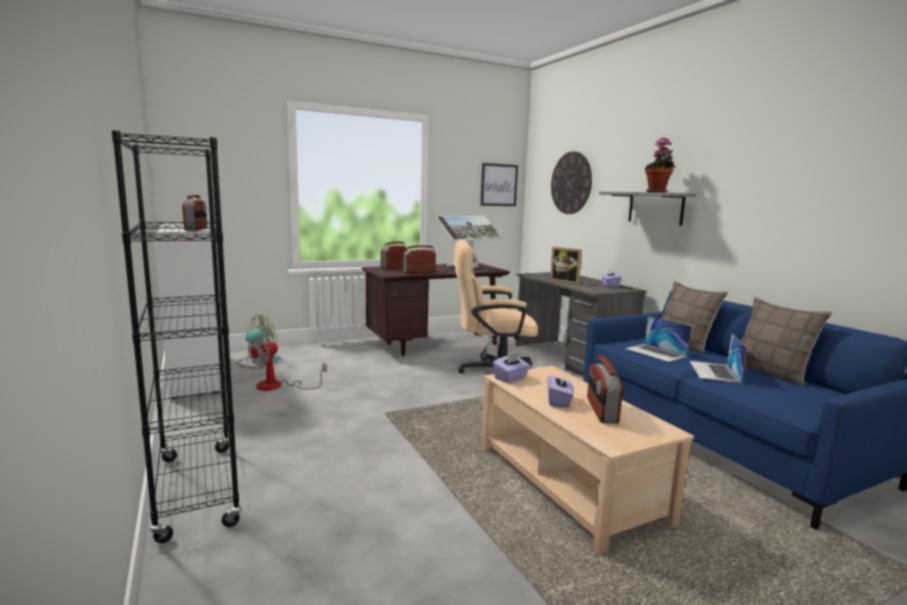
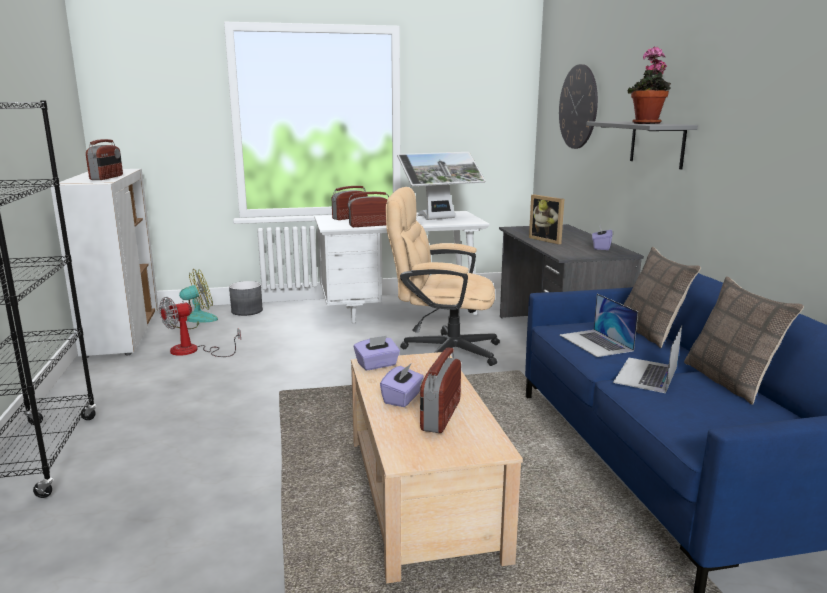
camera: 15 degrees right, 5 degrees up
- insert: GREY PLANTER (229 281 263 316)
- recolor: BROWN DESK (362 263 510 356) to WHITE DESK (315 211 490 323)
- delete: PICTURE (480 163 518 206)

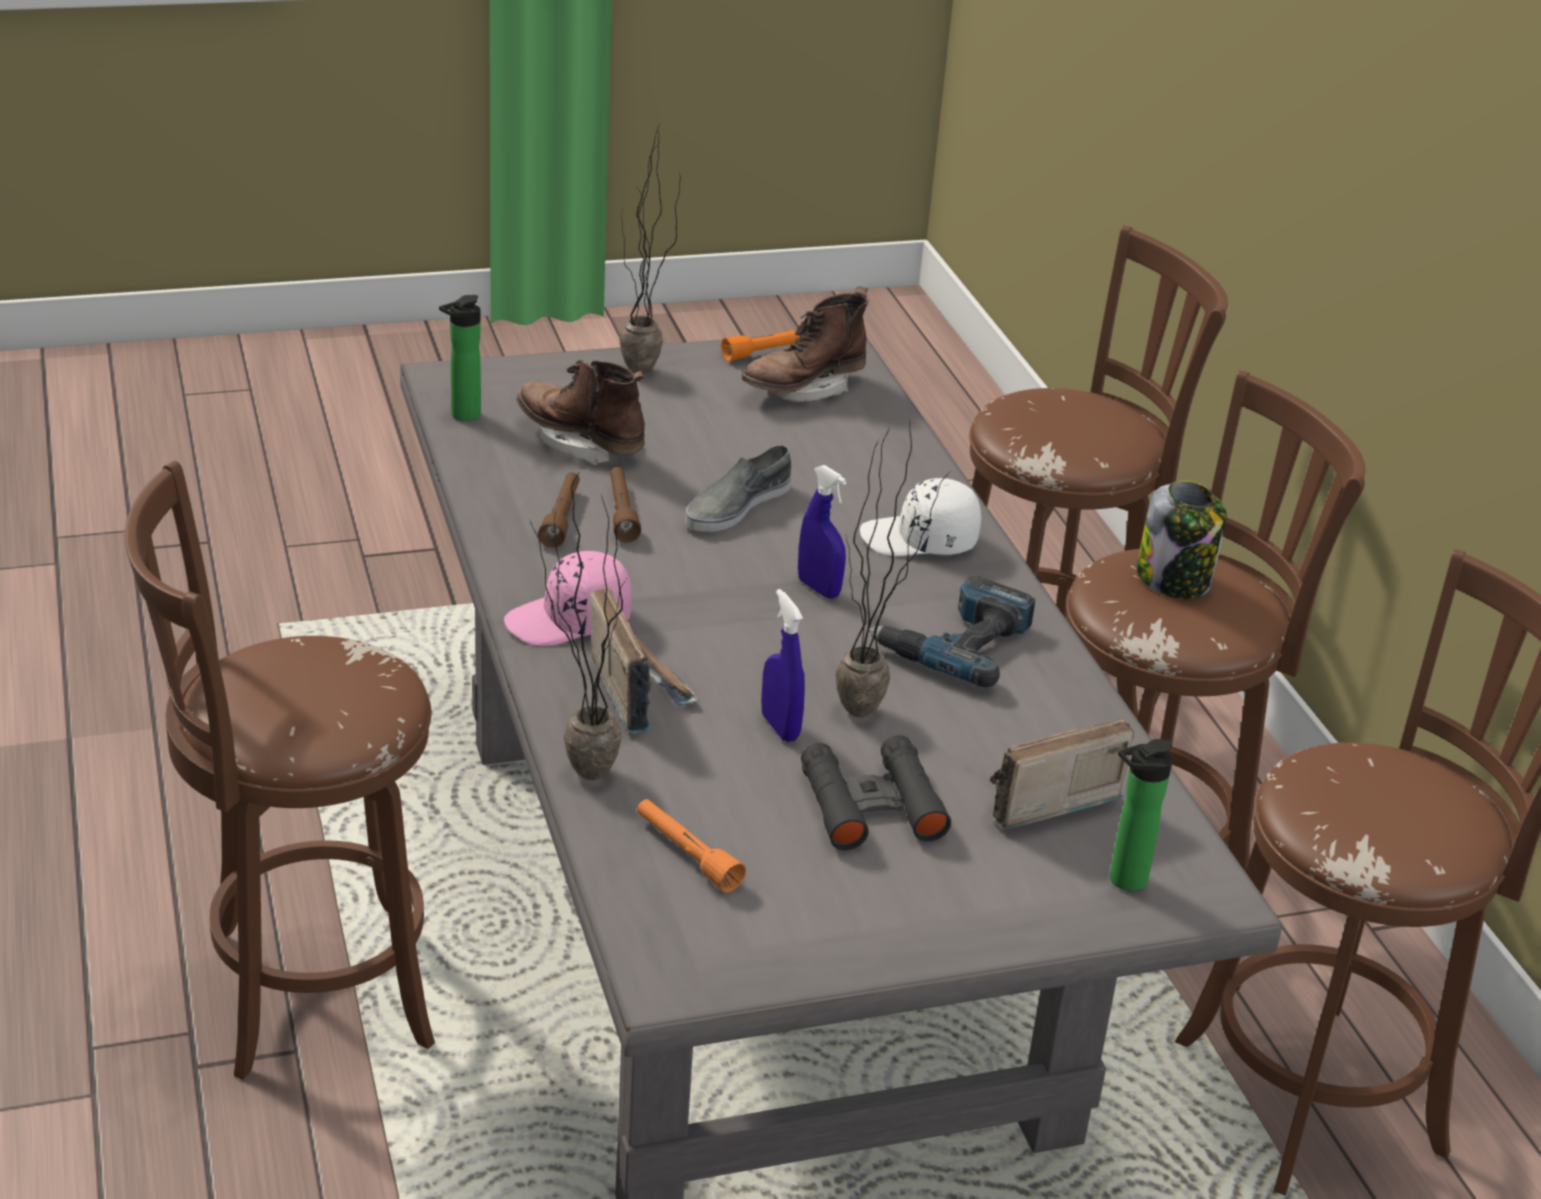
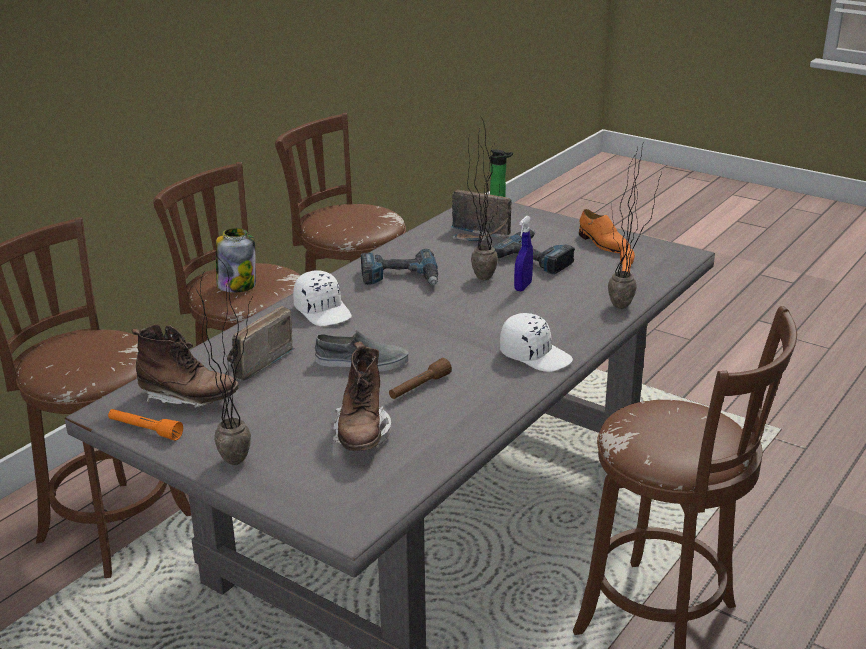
camera: 125 degrees left, 5 degrees down
- move: RADIO (590 586 700 734) to (227 306 294 381)
- replace: BLACK BINOCULARS (801 735 951 850) to POWER DRILL (493 229 575 274)
- recolor: PINK CAP (504 551 632 646) to WHITE CAP (500 313 573 372)
- insert: ORANGE SHOE (579 209 630 253)
- delete: BOTTLE (439 295 481 421)
- delete: BROWN FLASHLIGHT (538 472 580 548)
- delete: BLUE SPRAY BOTTLE (798 465 847 599)

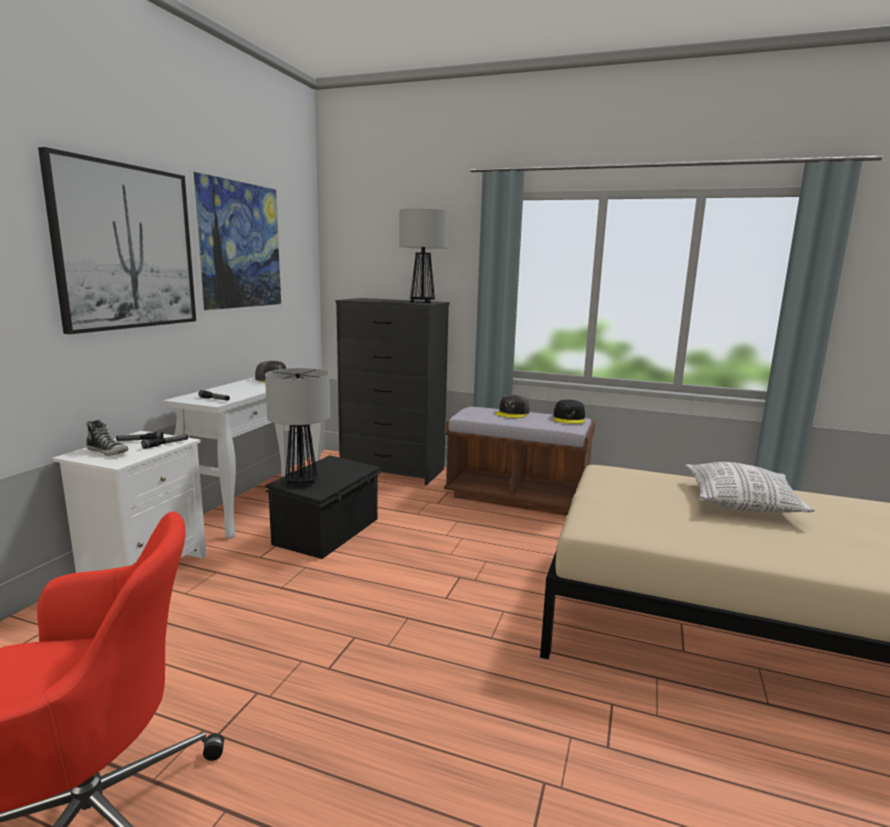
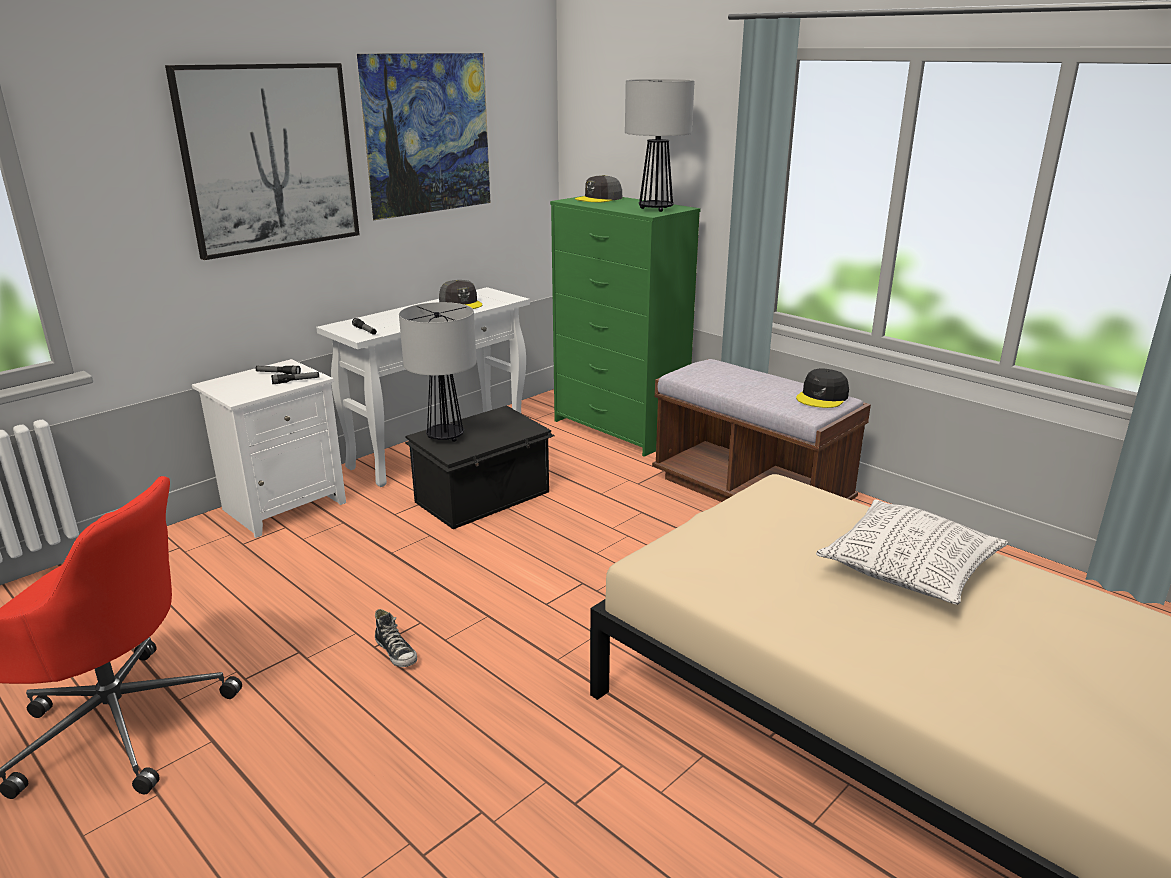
camera: 25 degrees right, 10 degrees up
- move: SHOE (86 420 128 456) to (375 609 417 667)
- recolor: BLACK DRESSER (336 298 449 486) to GREEN DRESSER (550 196 701 457)
- move: GREY CAP (496 395 530 418) to (575 175 623 202)

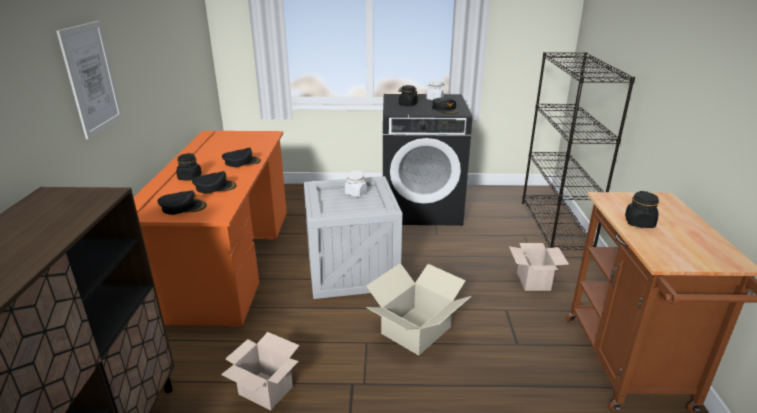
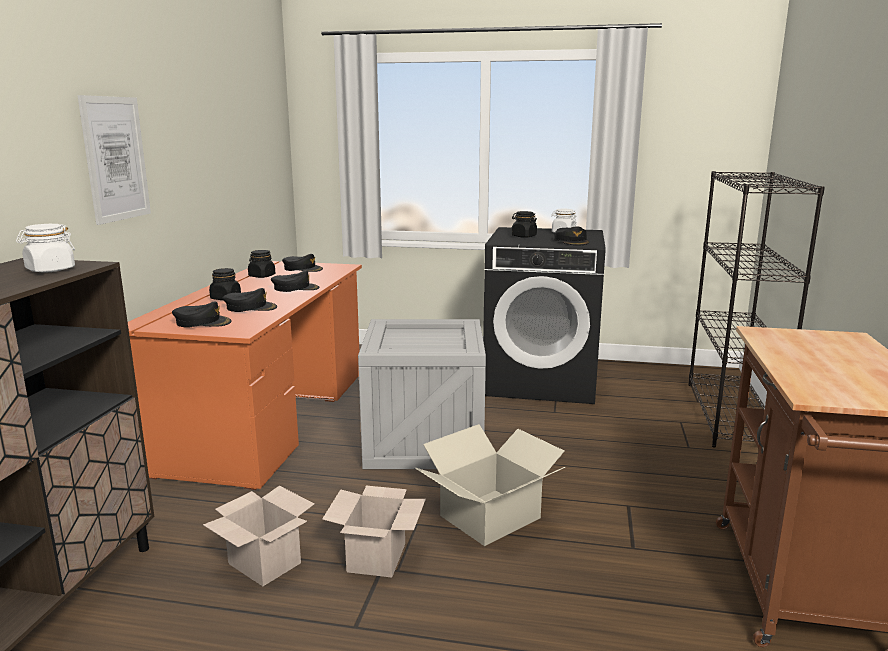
camera: 10 degrees right, 10 degrees down
- move: WHITE JAR (345 171 367 197) to (16 224 75 273)
- move: BLACK JAR (625 191 659 228) to (248 250 275 278)
- insert: BLACK CAP (282 254 323 272)
- move: CARDBOARD BOX (509 243 569 291) to (322 486 426 577)

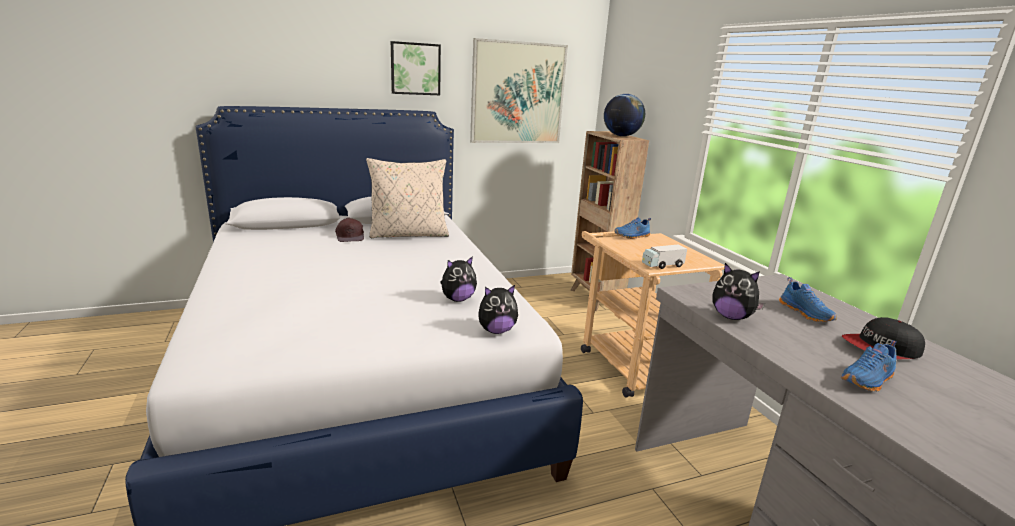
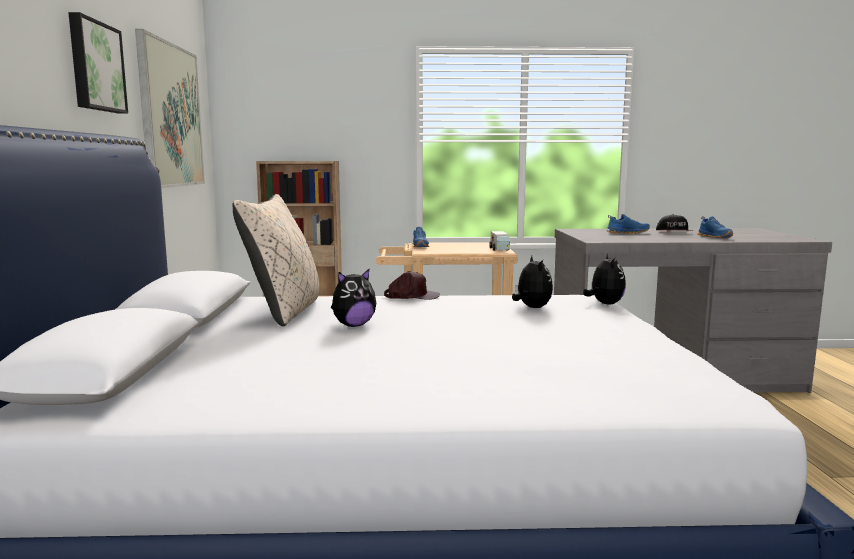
camera: 70 degrees left, 10 degrees down
- move: PLUSH TOY (712 263 765 320) to (331 269 376 327)
- move: BROWN CAP (335 217 364 242) to (384 271 440 300)
- delete: GLOBE (604 94 645 136)

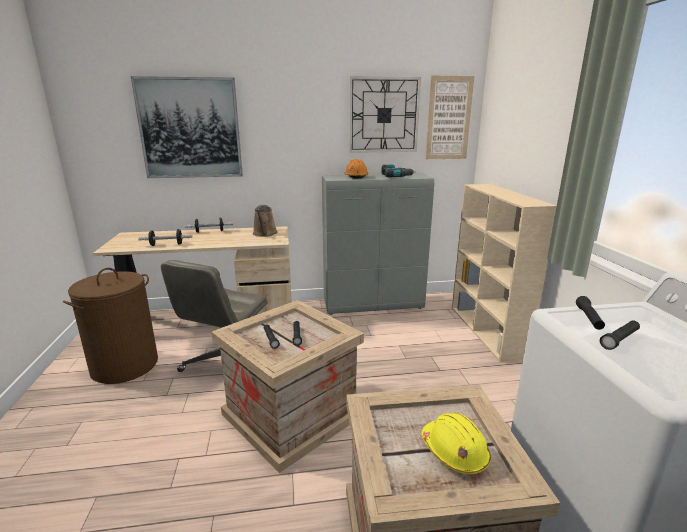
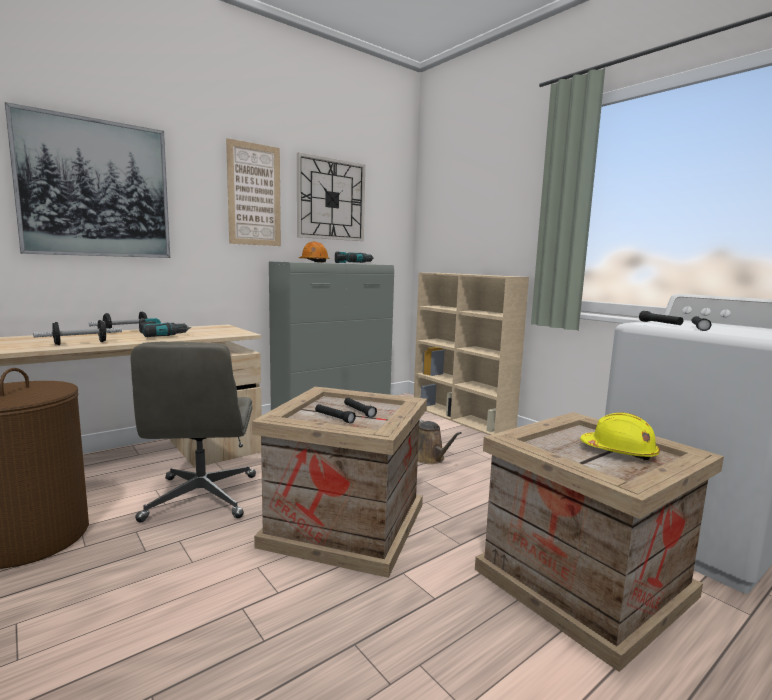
camera: 30 degrees left, 10 degrees down
- insert: POWER DRILL (139 318 191 337)
- move: PICTURE (425 75 474 159) to (226 138 281 246)
- move: BROWN WATERING CAN (253 205 278 237) to (418 420 462 464)

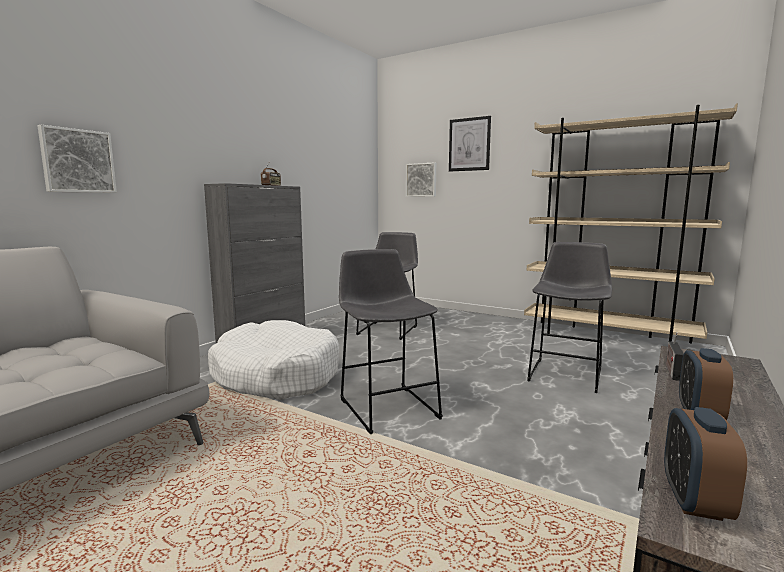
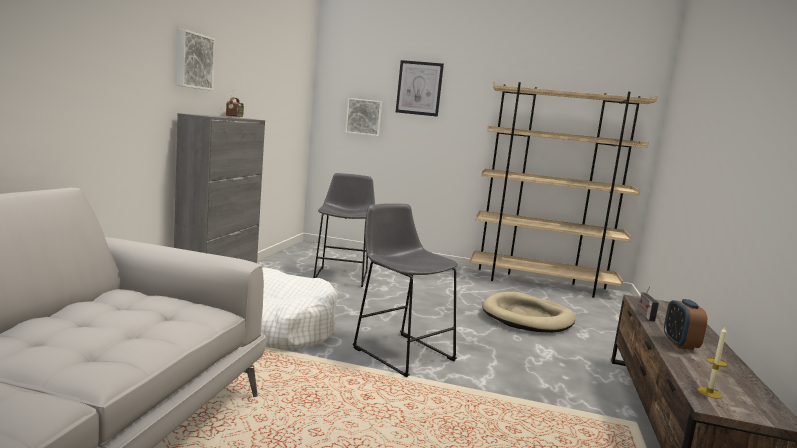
camera: 20 degrees left, 0 degrees up
- move: PICTURE (37 125 117 193) to (177 29 215 91)
- replace: GREY STOOL (527 242 612 393) to BEIGE DOG BED (482 292 576 333)
- replace: ALARM CLOCK (664 407 747 521) to CANDLE (698 327 728 399)

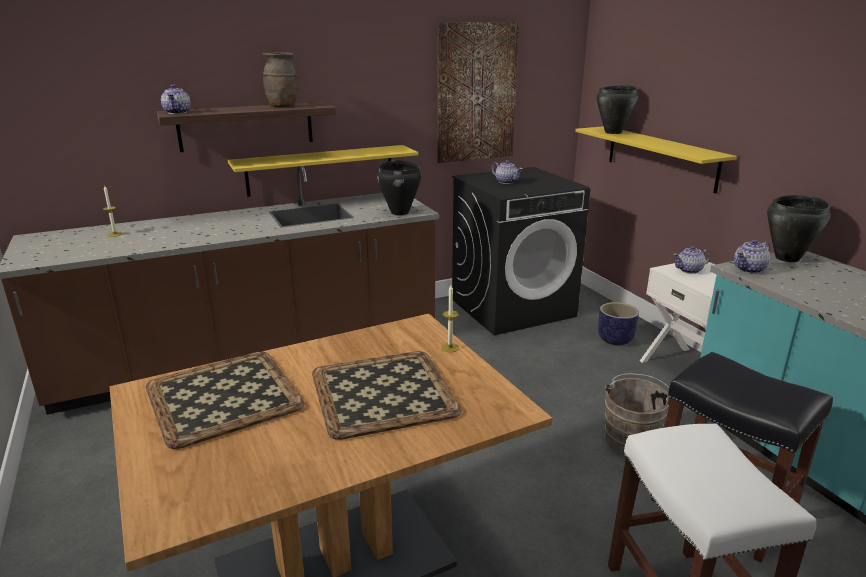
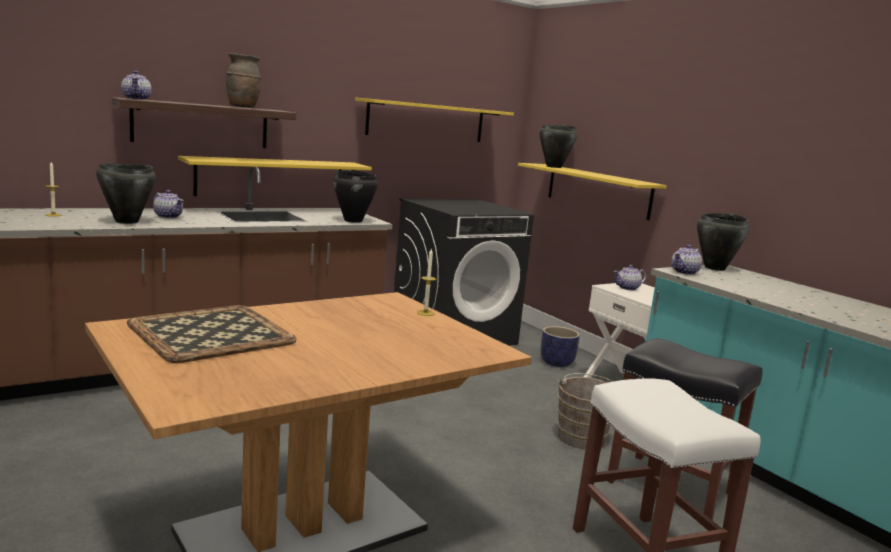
camera: 10 degrees left, 10 degrees down
- insert: BLACK COOKING POT (96 163 156 224)
- move: TEAPOT (491 160 523 184) to (153 190 183 218)
- replace: PICTURE (438 22 519 163) to YELLOW SHELF (355 98 514 142)
- delete: TRAY (312 351 462 440)

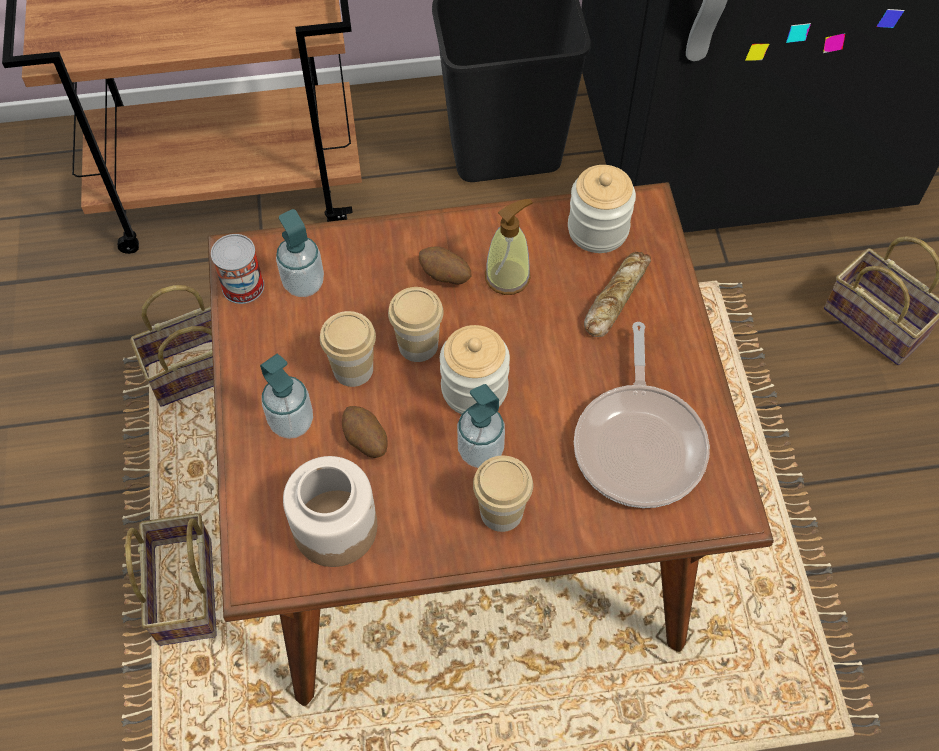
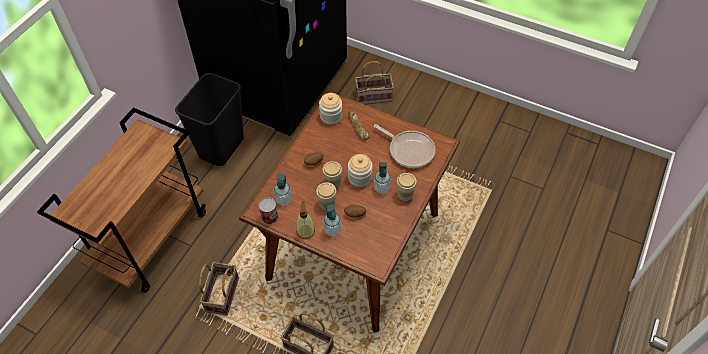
camera: 55 degrees left, 5 degrees down
- move: SOAP DISPENSER (485 199 533 295) to (297 201 315 239)
- delete: JAR (283 456 377 567)

